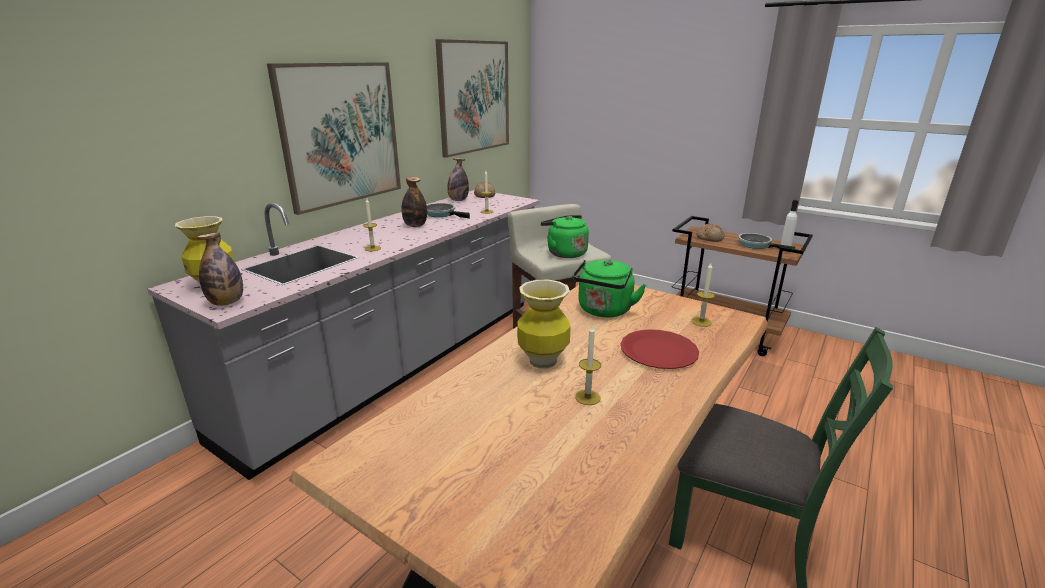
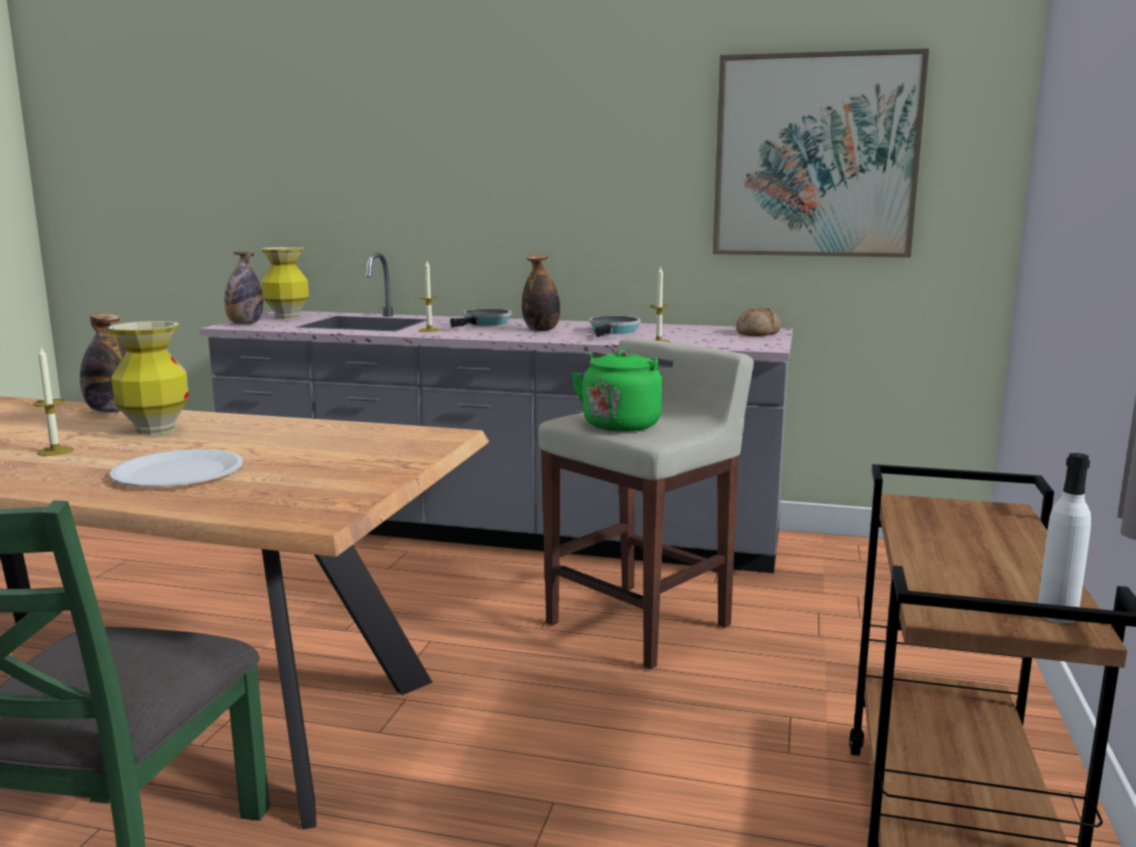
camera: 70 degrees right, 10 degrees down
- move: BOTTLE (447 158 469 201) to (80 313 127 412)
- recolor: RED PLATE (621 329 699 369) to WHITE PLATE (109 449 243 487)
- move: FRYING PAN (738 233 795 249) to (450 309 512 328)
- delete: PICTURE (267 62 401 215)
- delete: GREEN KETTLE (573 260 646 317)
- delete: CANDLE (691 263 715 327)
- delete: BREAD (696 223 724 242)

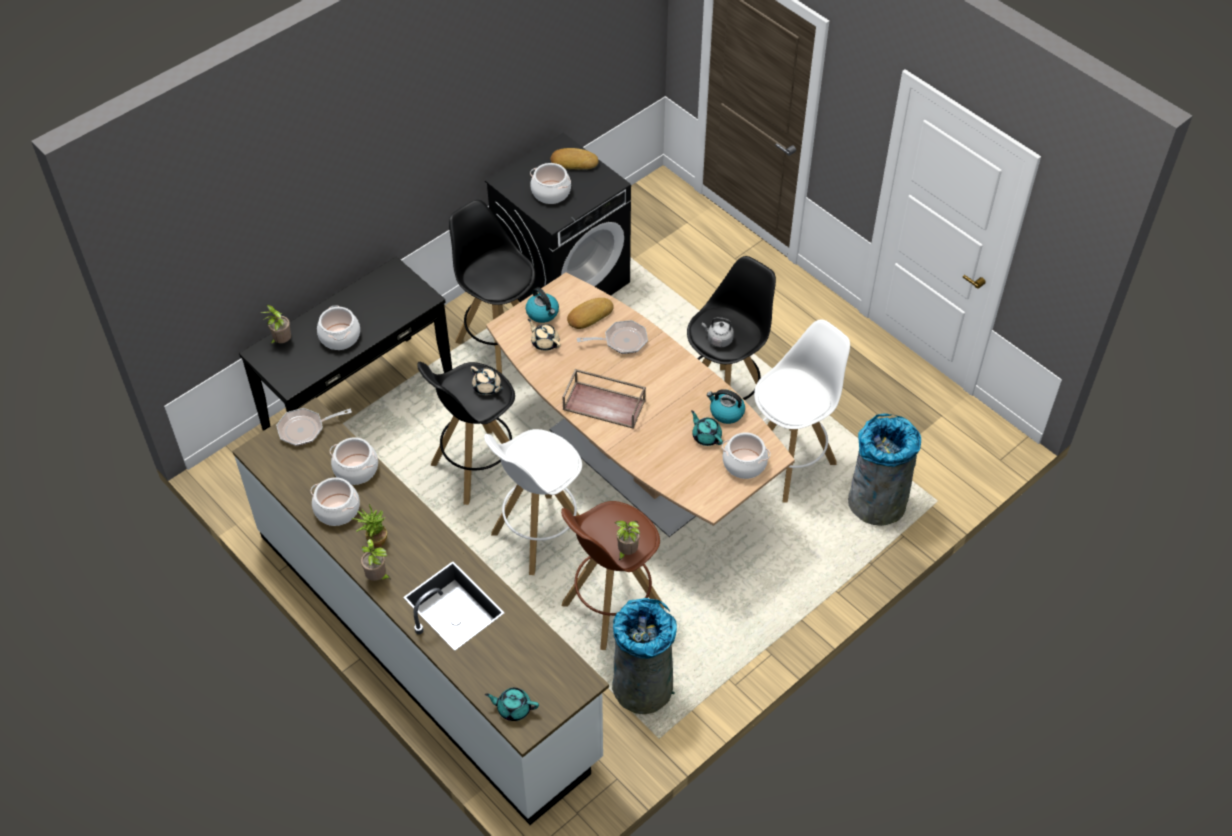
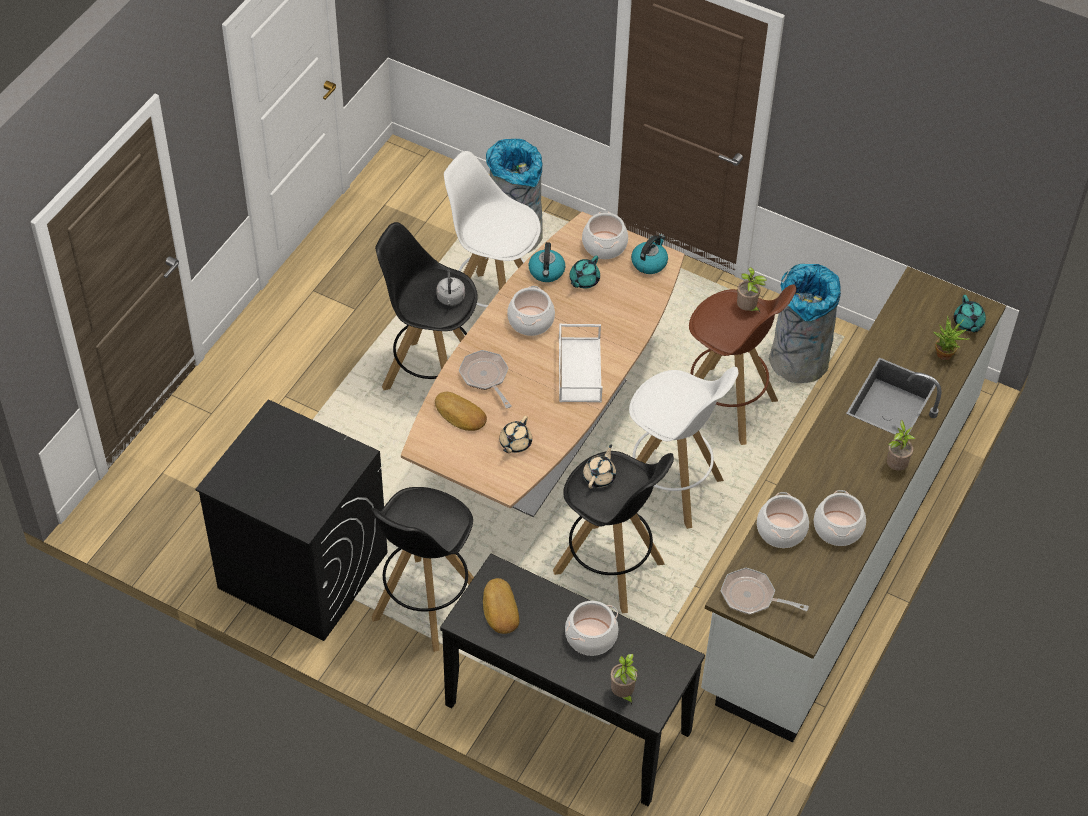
camera: 110 degrees left, 0 degrees up
- move: BREAD (550 148 599 170) to (483 578 519 634)
- move: COOKING POT (530 163 571 204) to (507 286 555 336)
- recolor: BROWN TRAY (562 369 646 429) to WHITE TRAY (559 323 602 403)
- move: KETTLE (526 287 559 323) to (631 234 668 274)
- rotate: FRYING PAN (276 408 352 446) = (721 568 809 615) 150 degrees clockwise
- move: POTTED PLANT (352 504 387 547) to (934 316 969 360)

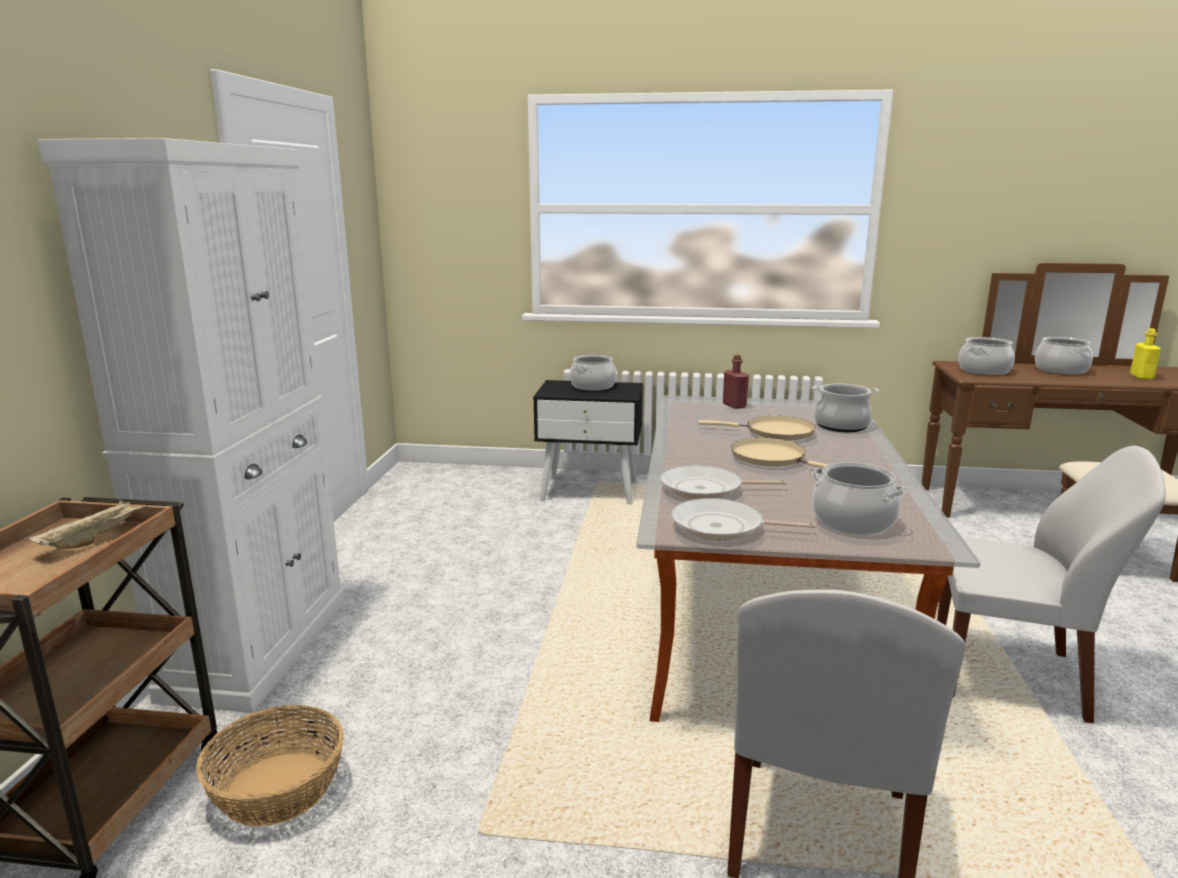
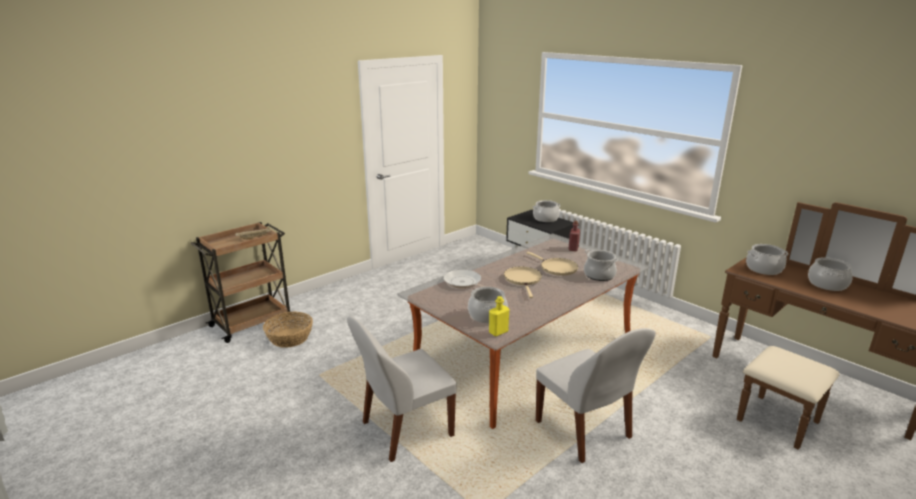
camera: 40 degrees right, 5 degrees up
- move: YELLOW BOTTLE (1130 328 1161 380) to (489 296 509 336)
- delete: WHITE CABINET (38 138 345 713)
- delete: FRYING PAN (671 498 816 541)

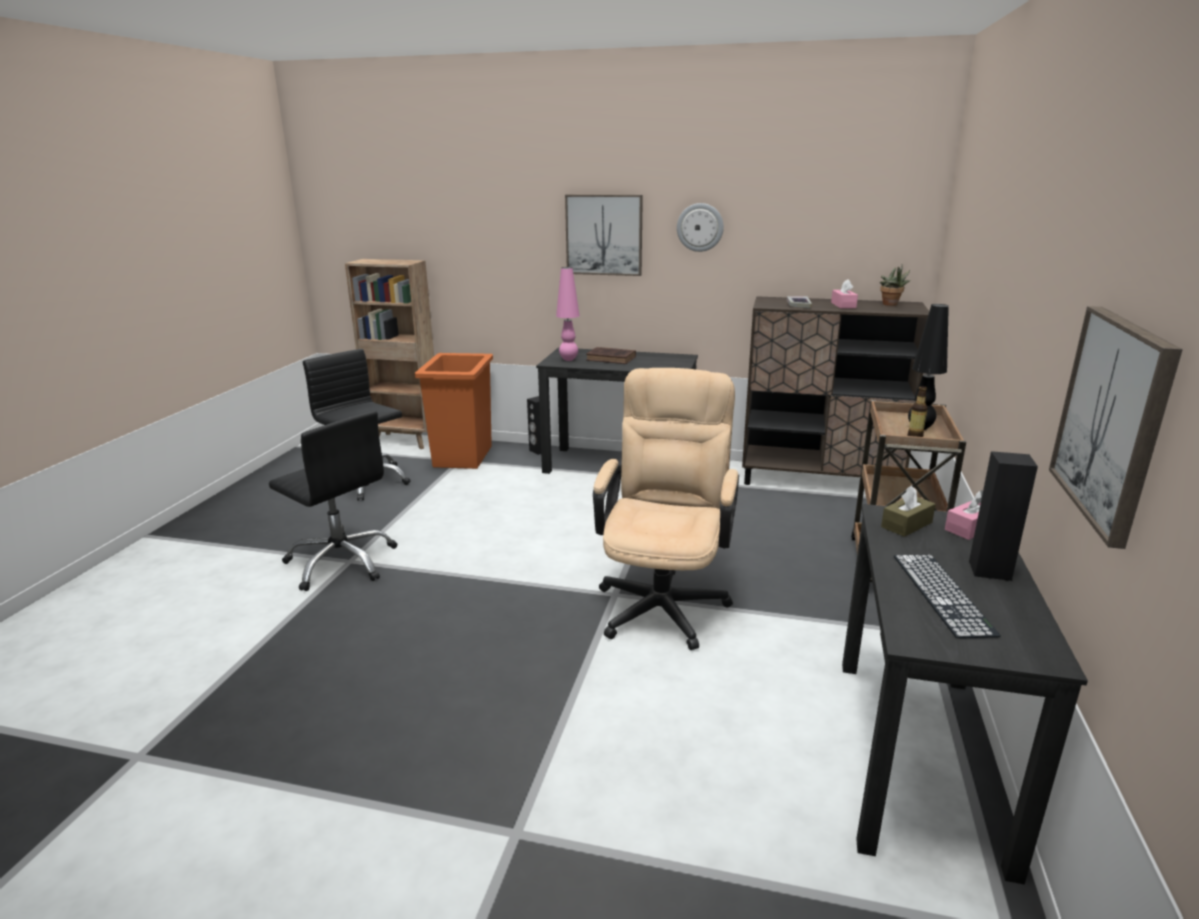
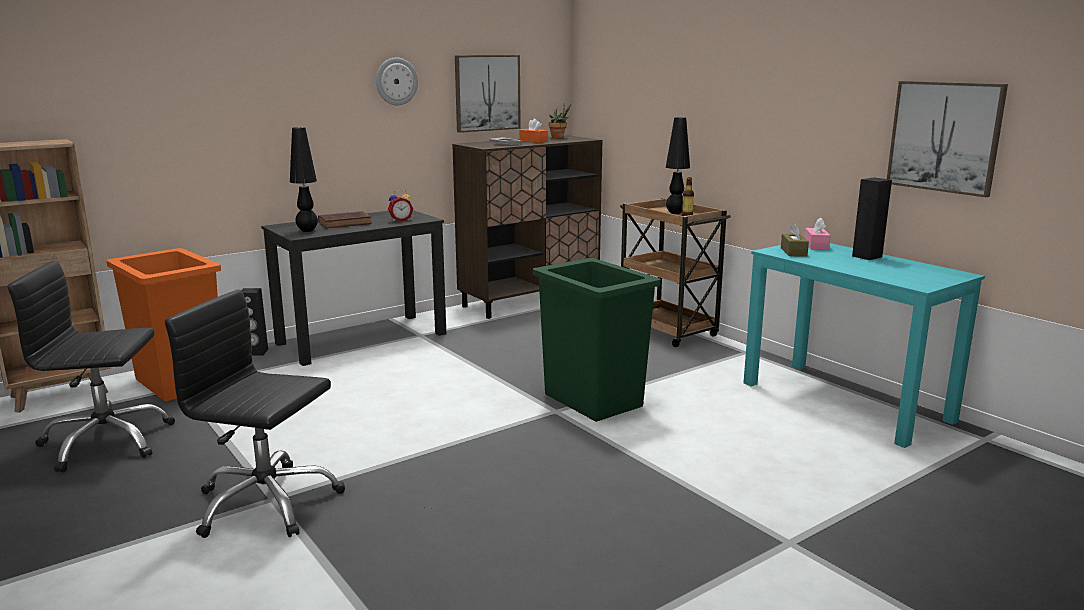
camera: 50 degrees left, 5 degrees down
- rotate: BLACK OFFICE CHAIR (269 411 397 591) = (165 290 345 538) 150 degrees counterclockwise
- recolor: PINK TABLE LAMP (556 267 580 361) to BLACK TABLE LAMP (290 127 318 232)
- insert: ALARM CLOCK (388 189 413 222)
- move: PICTURE (565 194 643 276) to (455 55 521 133)
- recolor: PINK TISSUE BOX (831 279 858 309) to ORANGE TISSUE BOX (519 119 548 143)
- replace: BEIGE OFFICE CHAIR (593 368 739 650) to GREEN TRASH CAN (533 258 661 422)
- recolor: BLACK DESK (842 504 1088 885) to TURQUOISE DESK (743 243 985 448)
- delete: KEYBOARD (894 555 1001 638)

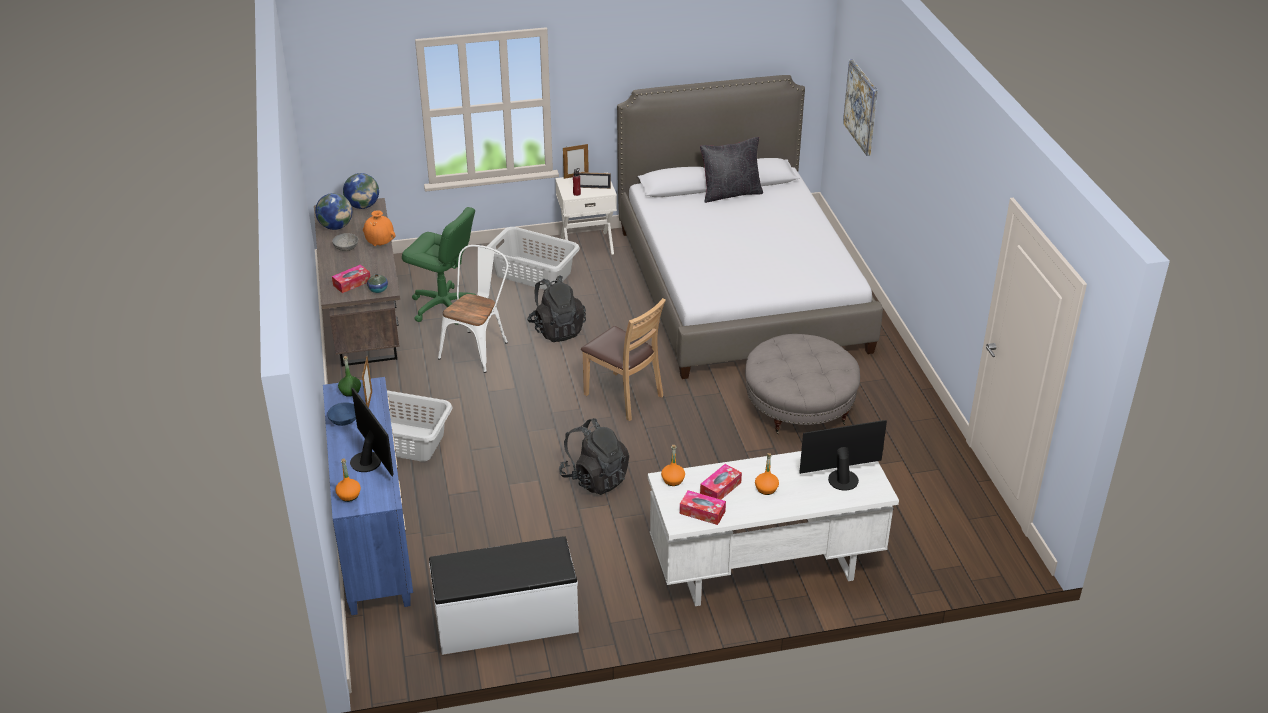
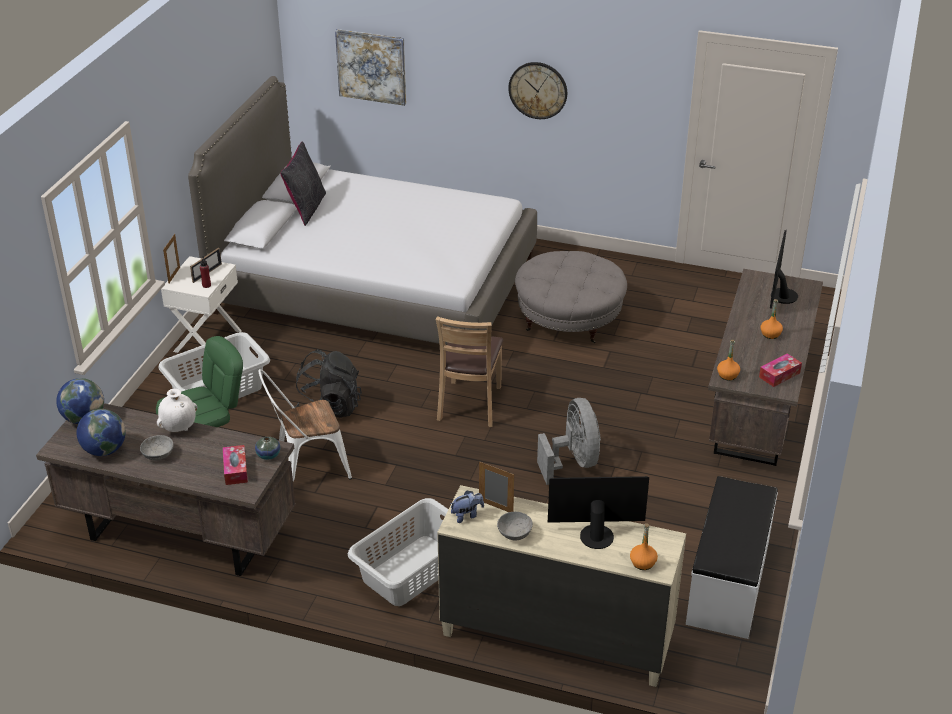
camera: 60 degrees left, 0 degrees up
- recolor: ORANGE VASE (363 210 396 246) to WHITE VASE (157 389 198 432)
- rotate: WHITE CHAIR (438 245 508 373) = (258 369 352 481) 75 degrees counterclockwise
- rotate: BROWN CHAIR (581 298 666 421) = (435 316 503 427) 120 degrees clockwise
- recolor: BLUE DRESSER (323 377 413 615) to BEIGE DRESSER (437 485 686 687)
- replace: GREEN BOTTLE (338 356 361 397) to PLUSH TOY (451 490 484 523)
- recolor: BLUE BOWL (327 402 356 426) to GREY BOWL (497 512 533 541)
- insert: WALL CLOCK (508 62 567 119)
- replace: BLACK BACKPACK (559 418 629 495) to GREY FAN (537 398 601 485)
- recolor: WHITE DESK (648 451 899 606) to BROWN DESK (708 269 823 466)
- delete: TISSUE BOX (700 464 742 500)

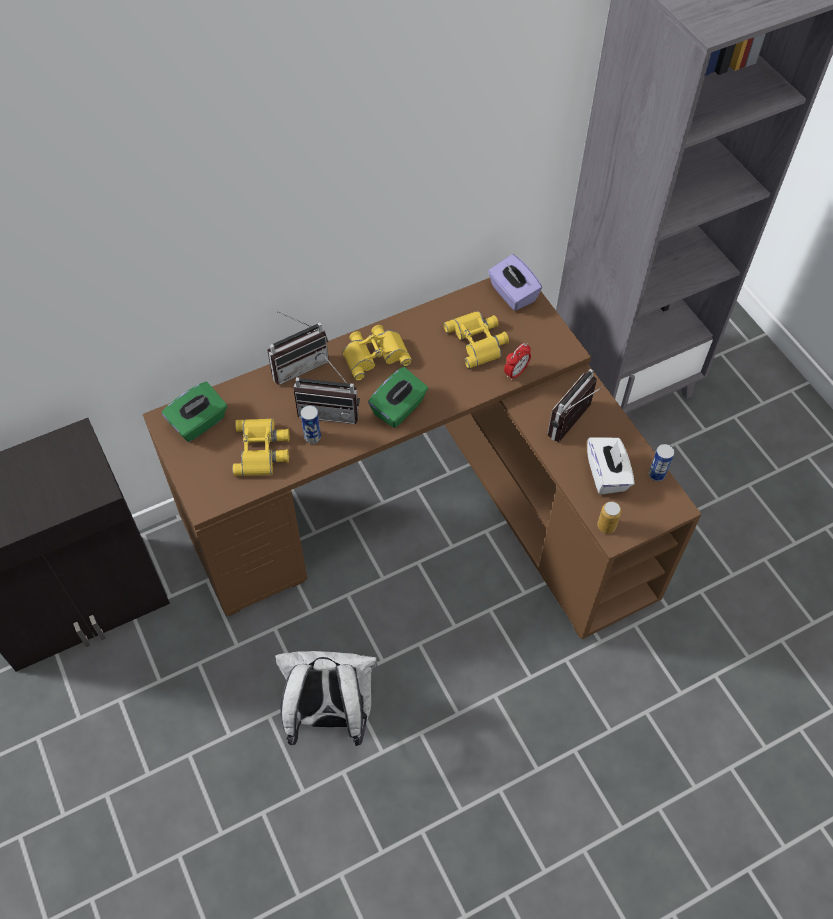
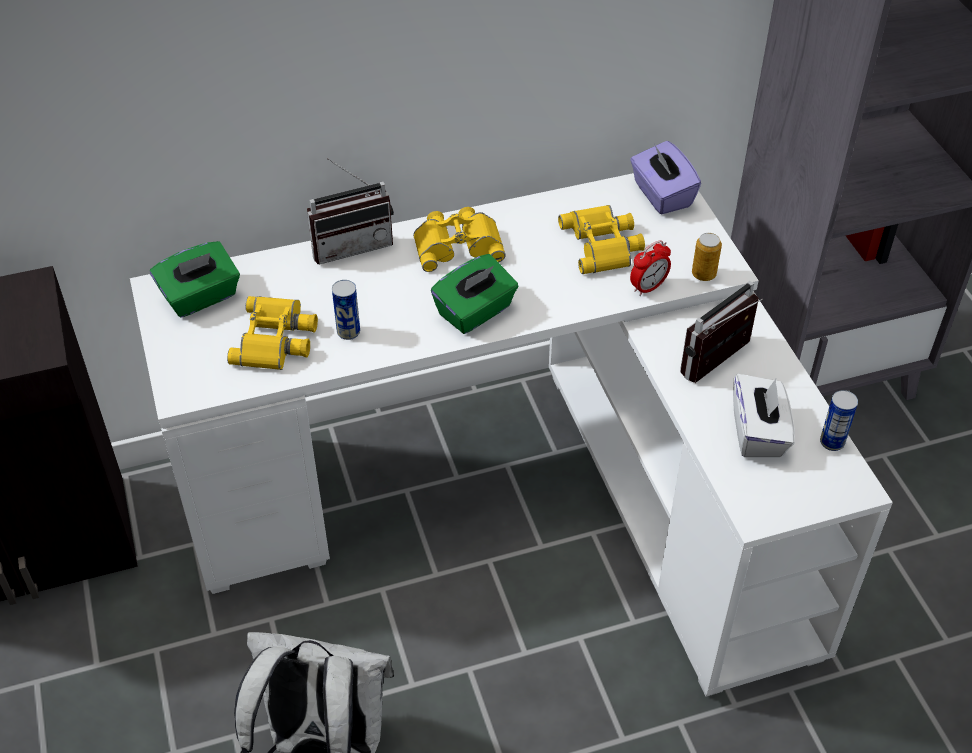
camera: 10 degrees right, 10 degrees down
- recolor: BROWN DESK (143 278 702 639) to WHITE DESK (130 173 893 697)
- move: CAN (597 501 621 534) to (692 233 722 281)
- delete: RADIO (294 352 360 424)

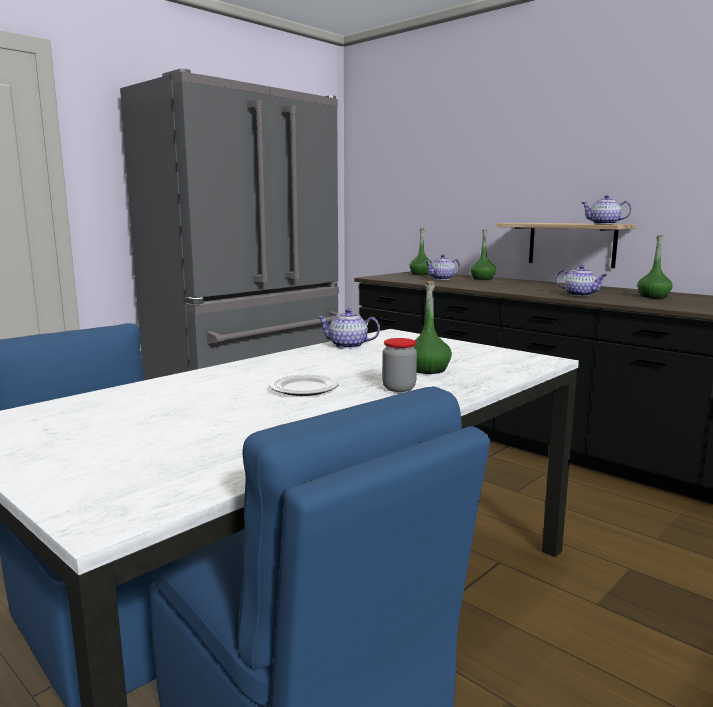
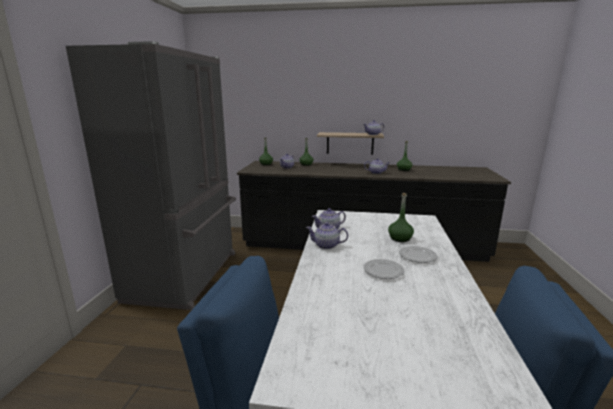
camera: 35 degrees left, 5 degrees up
- insert: TEAPOT (306 222 348 249)
- replace: JAR (382 338 417 392) to PLATE (399 246 438 263)

